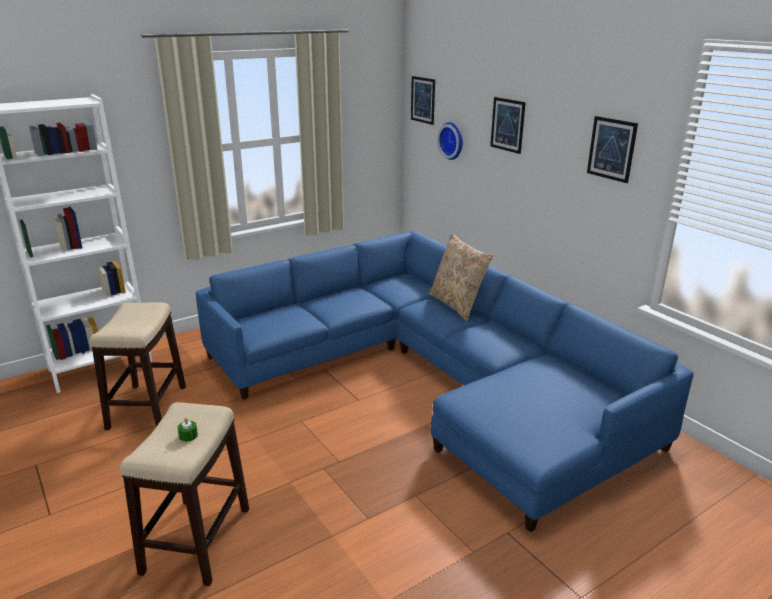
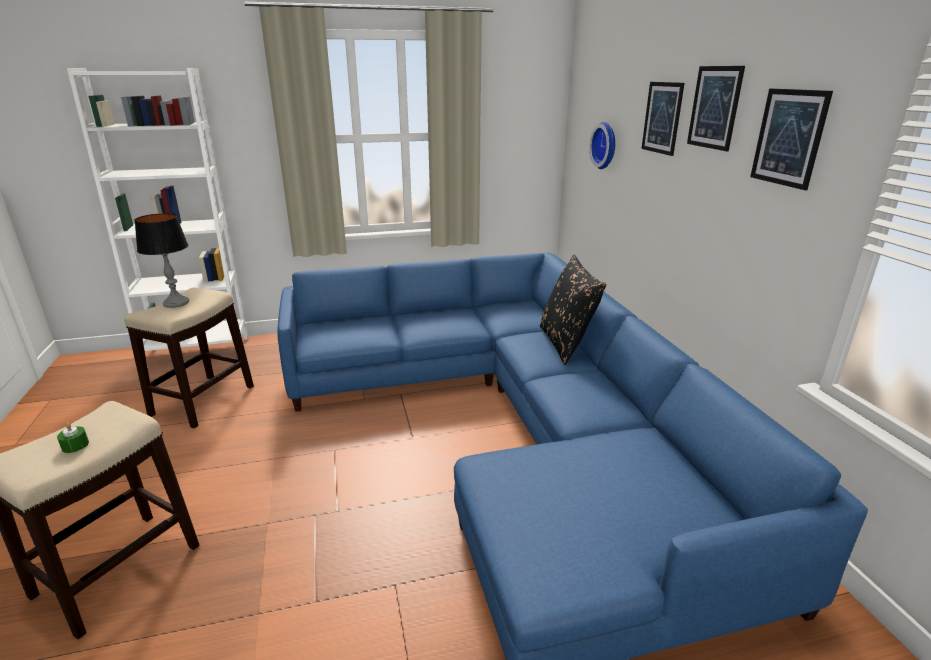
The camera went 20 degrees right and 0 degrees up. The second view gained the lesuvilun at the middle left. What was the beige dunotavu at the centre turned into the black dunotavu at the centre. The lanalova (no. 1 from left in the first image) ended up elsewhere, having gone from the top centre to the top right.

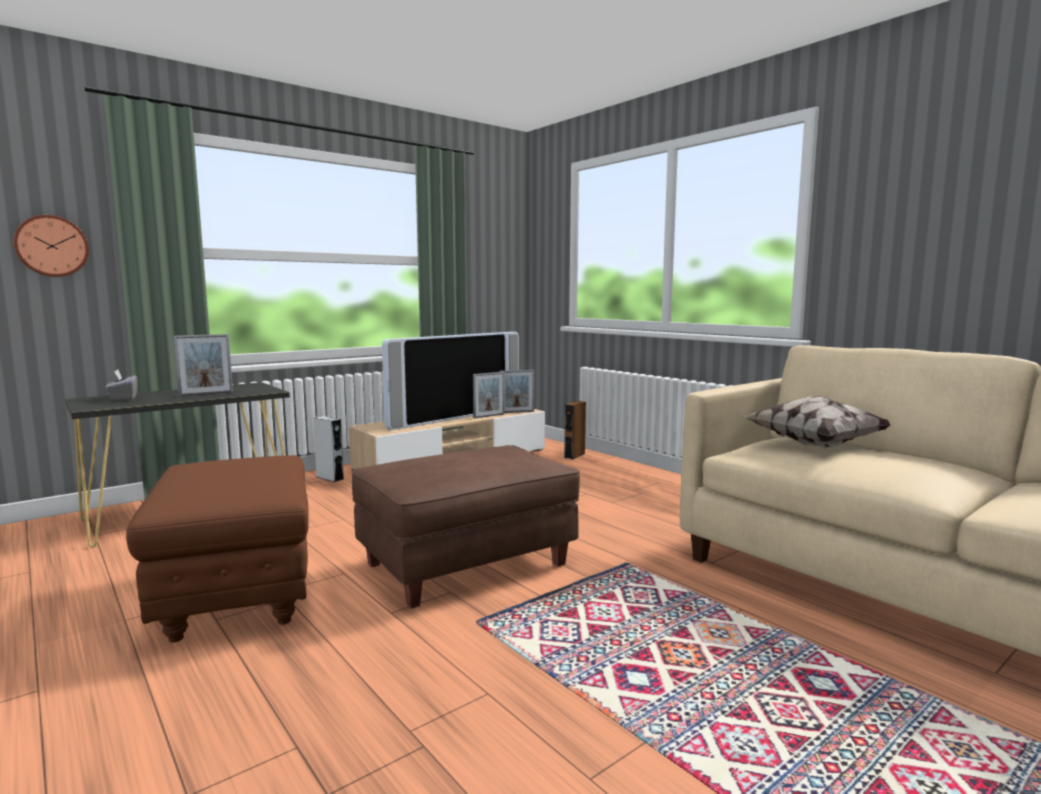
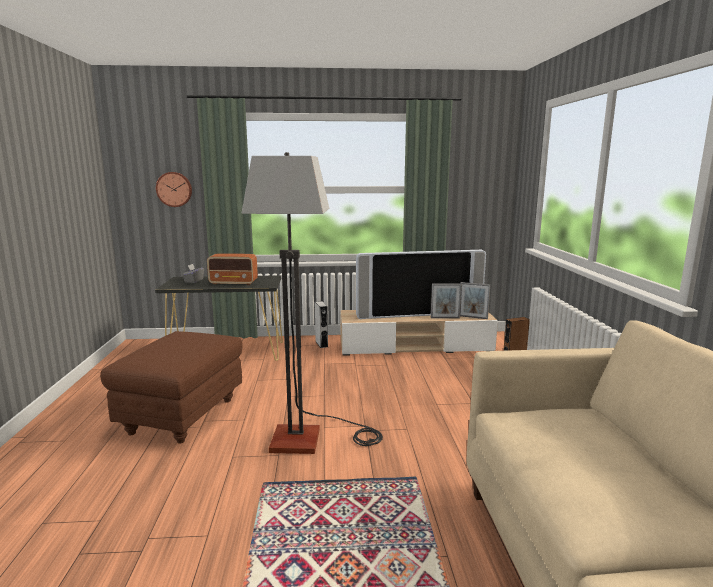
The camera went 35 degrees right and 5 degrees up. Where the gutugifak (no. 1 from left) stood at the middle left, the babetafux came to stand at the middle left. Where the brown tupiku (no. 2 from left) stood at the centre, the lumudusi came to stand at the centre. The second view lost the dunotavu at the middle right.

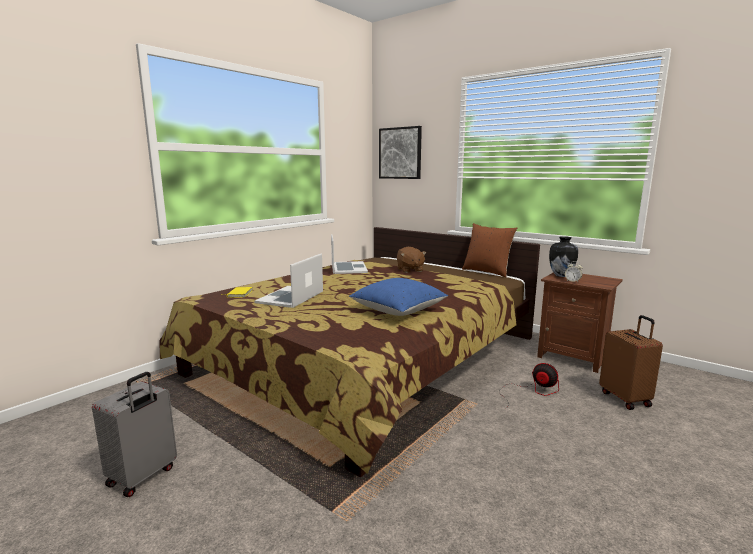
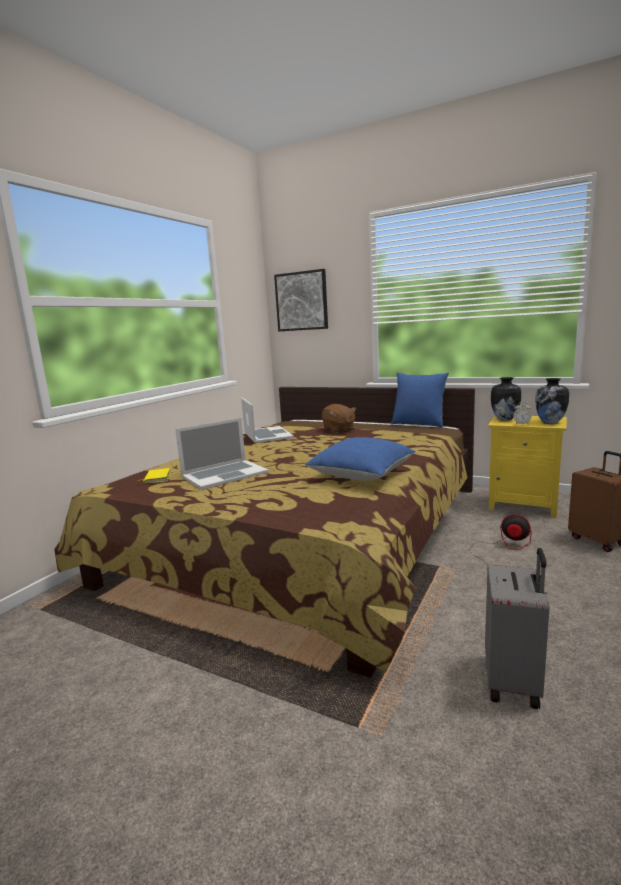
The camera went 10 degrees left and 0 degrees up. The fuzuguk (no. 1 from left) at the centre ended up facing another way, 135 degrees counterclockwise from before. What was the brown dunotavu at the centre turned into the blue dunotavu (no. 2 from left) at the middle right. The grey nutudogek ended up elsewhere, having gone from the bottom left to the bottom right. What was the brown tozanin at the middle right turned into the yellow tozanin at the middle right. The second view gained the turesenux (no. 2 from left) at the middle right.

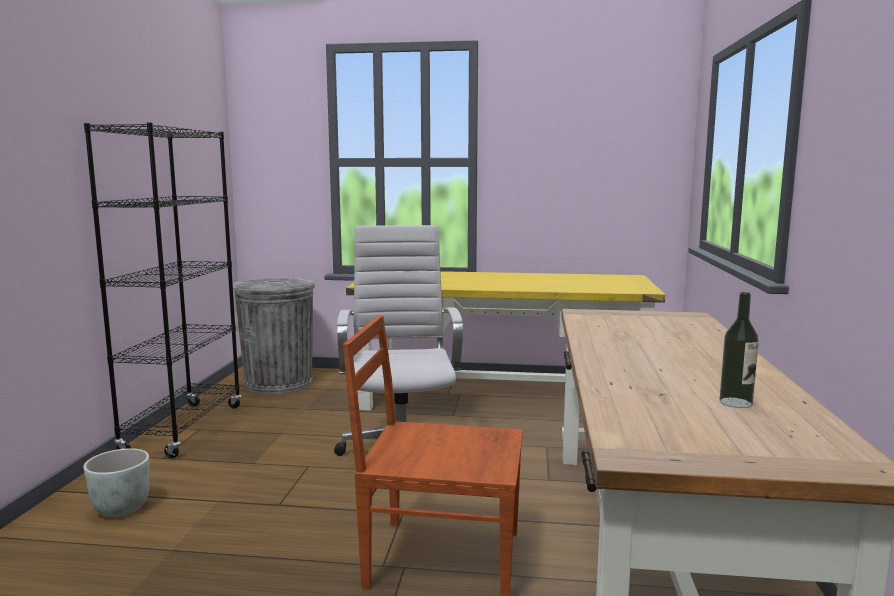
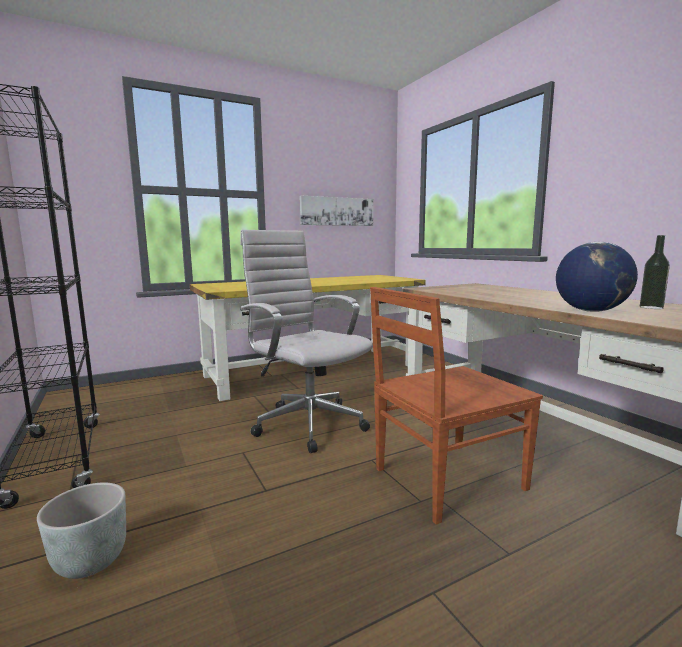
The camera went 35 degrees left and 0 degrees up. The second view gained the lanalova at the top centre. The second view gained the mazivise at the middle right. The second view lost the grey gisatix at the middle left.

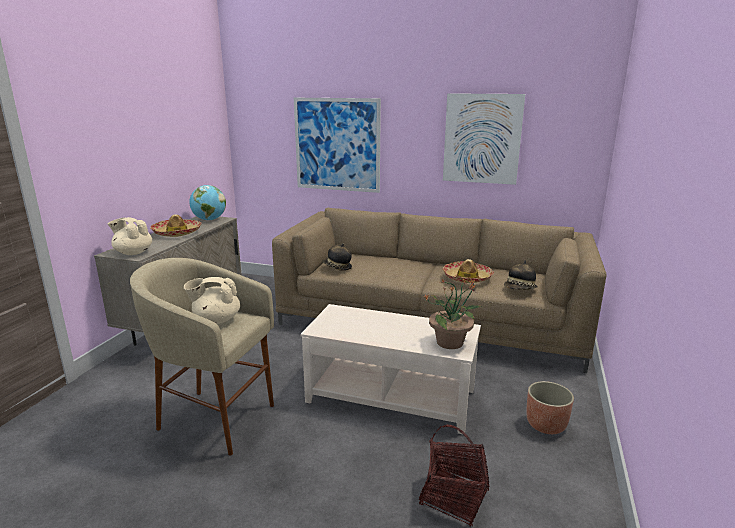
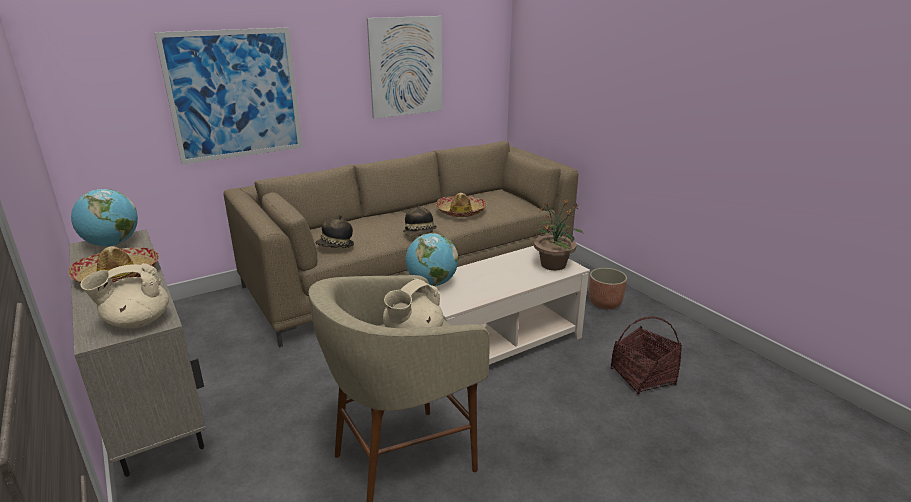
The camera went 50 degrees left and 5 degrees up. The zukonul (no. 4 from left in the first image) ended up elsewhere, having gone from the middle right to the centre. The second view gained the mazivise (no. 2 from left) at the centre.

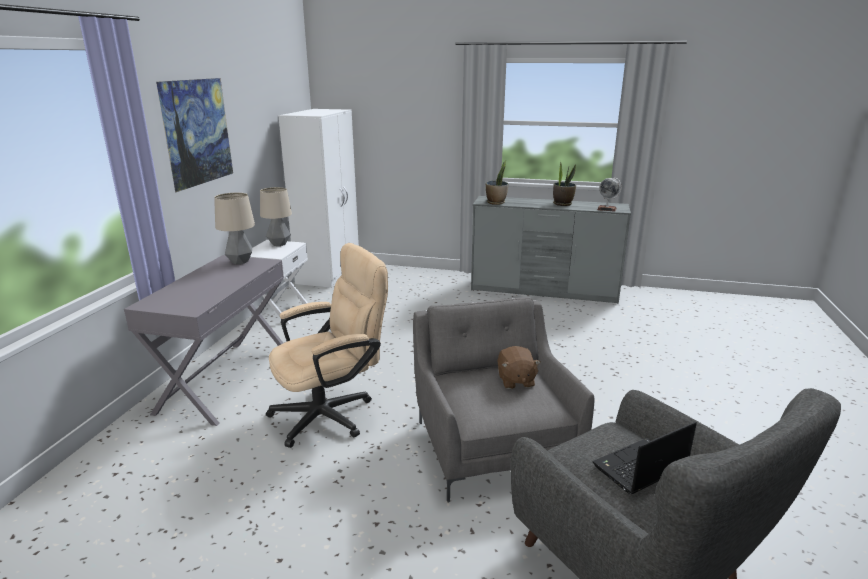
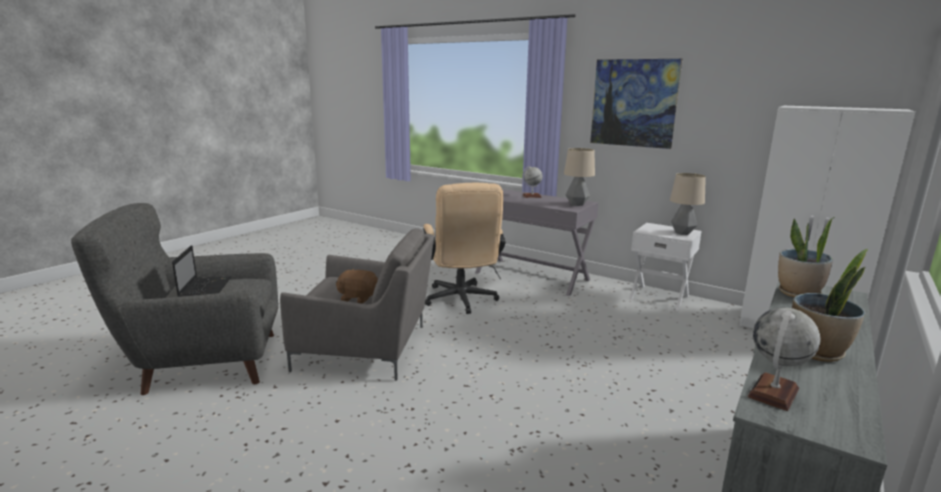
The camera went 110 degrees right and 5 degrees down. The second view gained the mazivise (no. 1 from left) at the centre.

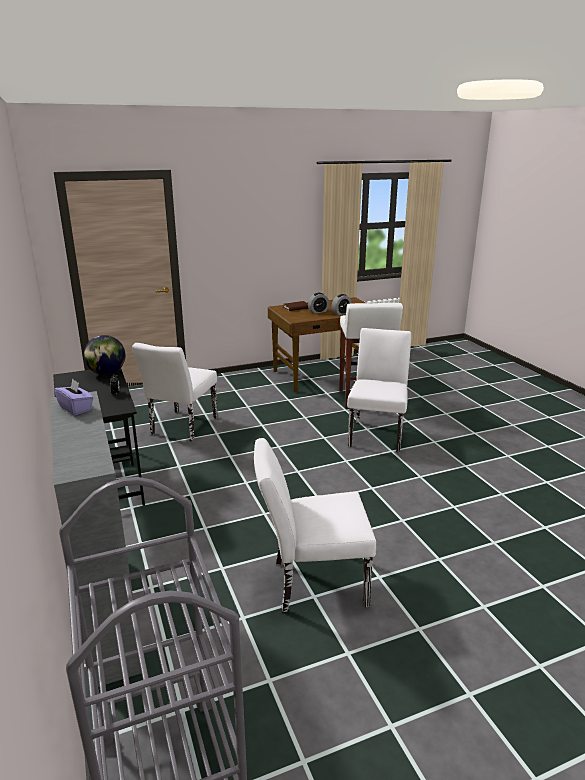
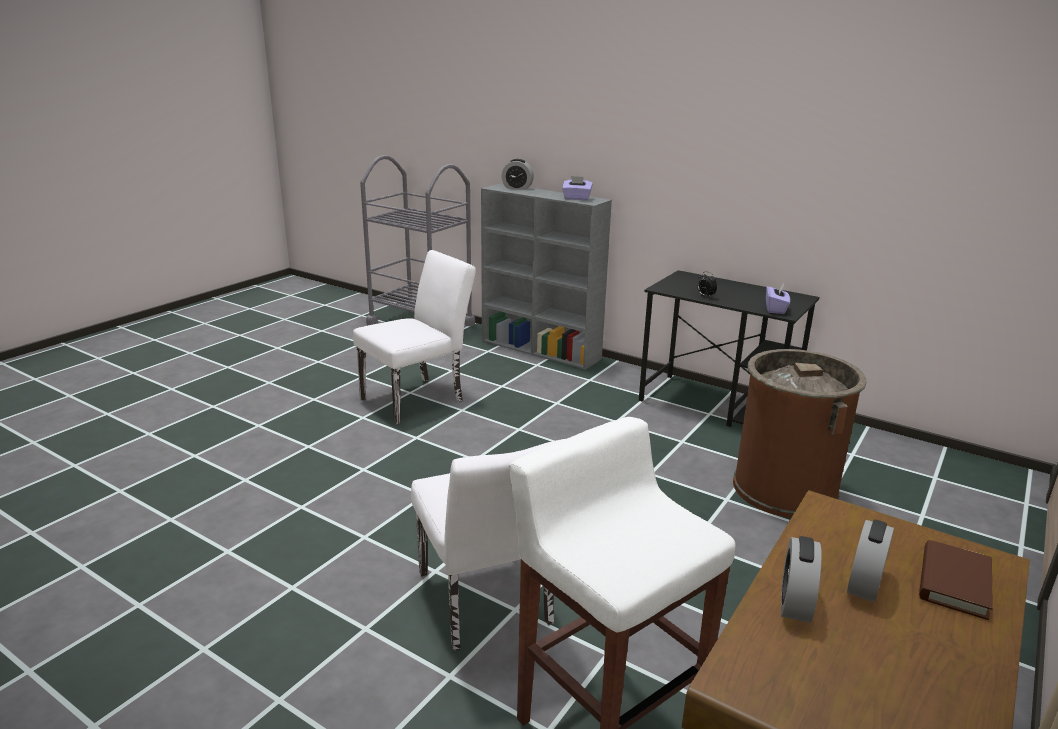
The camera went 145 degrees right and 0 degrees up. The second view gained the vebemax (no. 1 from left) at the top centre. Where the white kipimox (no. 1 from left) stood at the middle left, the brown gisatix came to stand at the middle right. Where the mazivise stood at the middle left, the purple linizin (no. 2 from left) came to stand at the middle right.

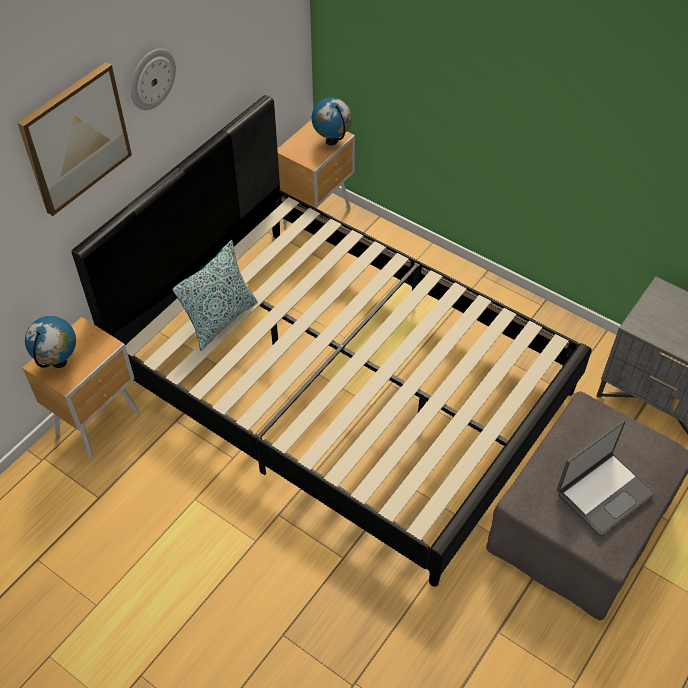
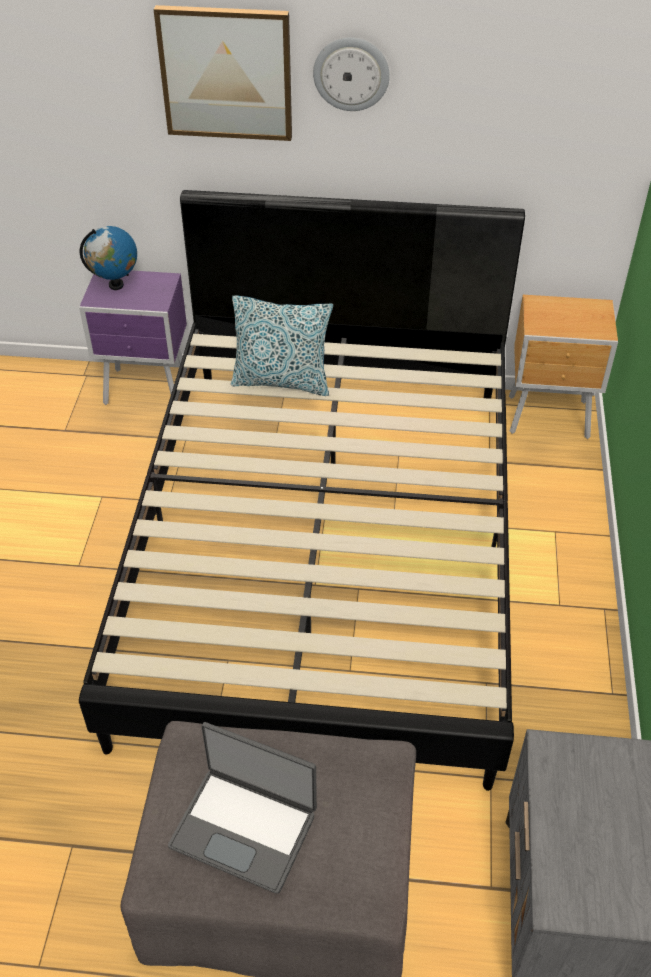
The camera went 60 degrees right and 5 degrees down. What was the brown tozanin (no. 1 from left) at the middle left turned into the purple tozanin at the middle left. The second view lost the mazivise (no. 2 from left) at the top centre.

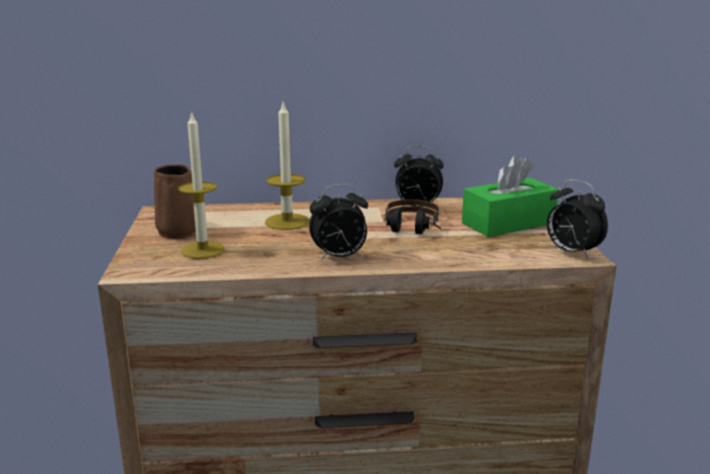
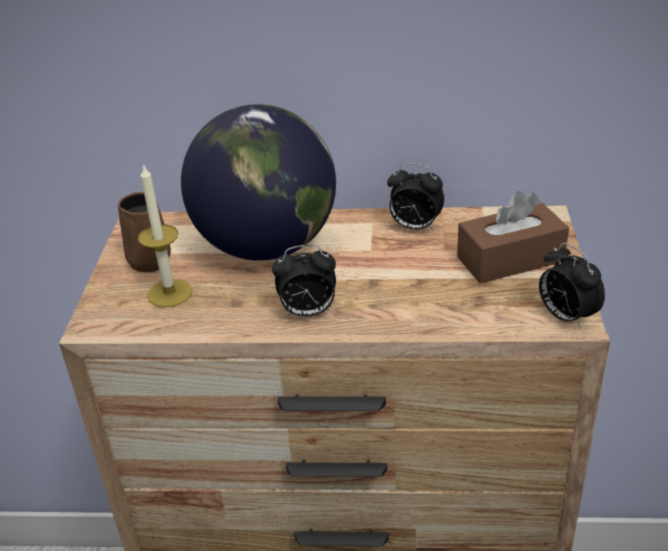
The camera went 10 degrees right and 15 degrees up. Where the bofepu (no. 2 from left) stood at the centre, the mazivise came to stand at the top centre. What was the green linizin at the middle right turned into the brown linizin at the middle right. The second view lost the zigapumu at the centre.

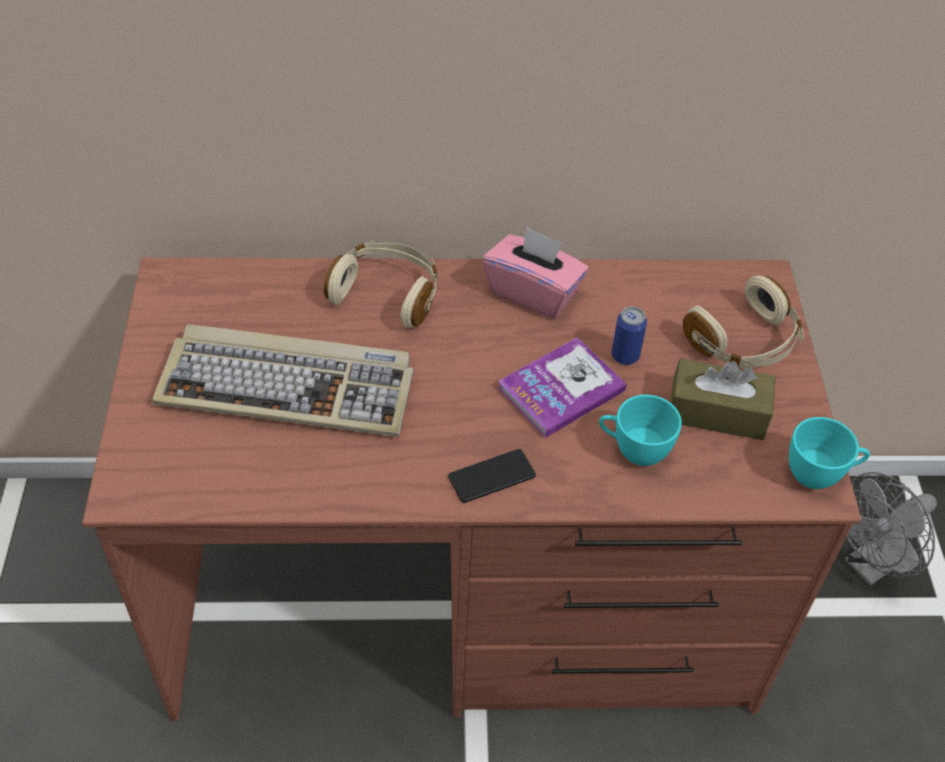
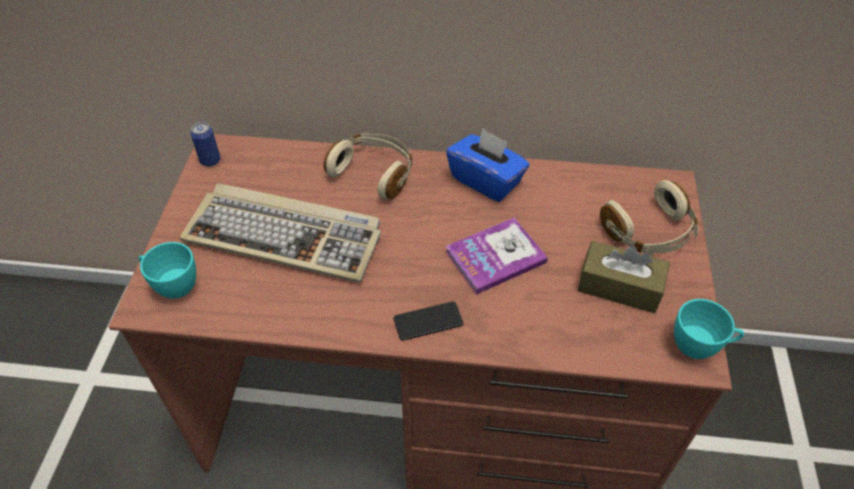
The camera went 10 degrees right and 0 degrees up. The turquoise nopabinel (no. 1 from left) ended up elsewhere, having gone from the middle right to the middle left. The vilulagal ended up elsewhere, having gone from the centre to the top left. What was the pink linizin at the centre turned into the blue linizin at the centre. The second view lost the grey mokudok at the bottom right.

